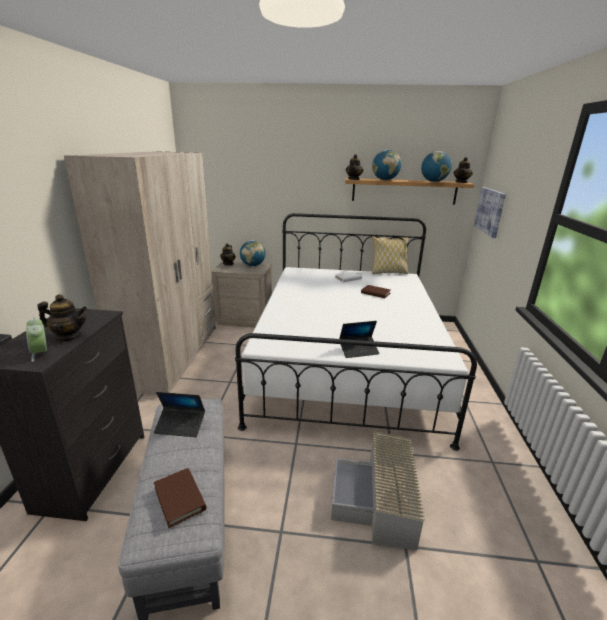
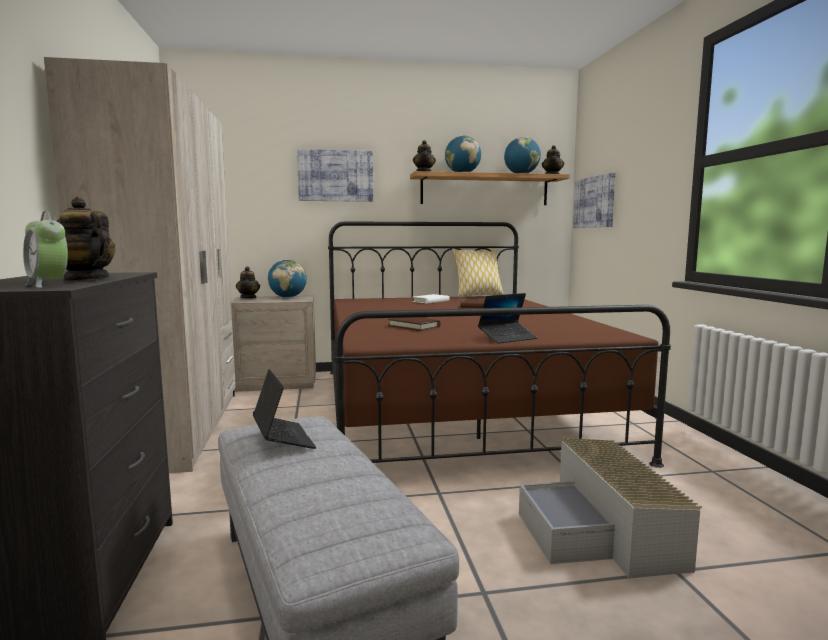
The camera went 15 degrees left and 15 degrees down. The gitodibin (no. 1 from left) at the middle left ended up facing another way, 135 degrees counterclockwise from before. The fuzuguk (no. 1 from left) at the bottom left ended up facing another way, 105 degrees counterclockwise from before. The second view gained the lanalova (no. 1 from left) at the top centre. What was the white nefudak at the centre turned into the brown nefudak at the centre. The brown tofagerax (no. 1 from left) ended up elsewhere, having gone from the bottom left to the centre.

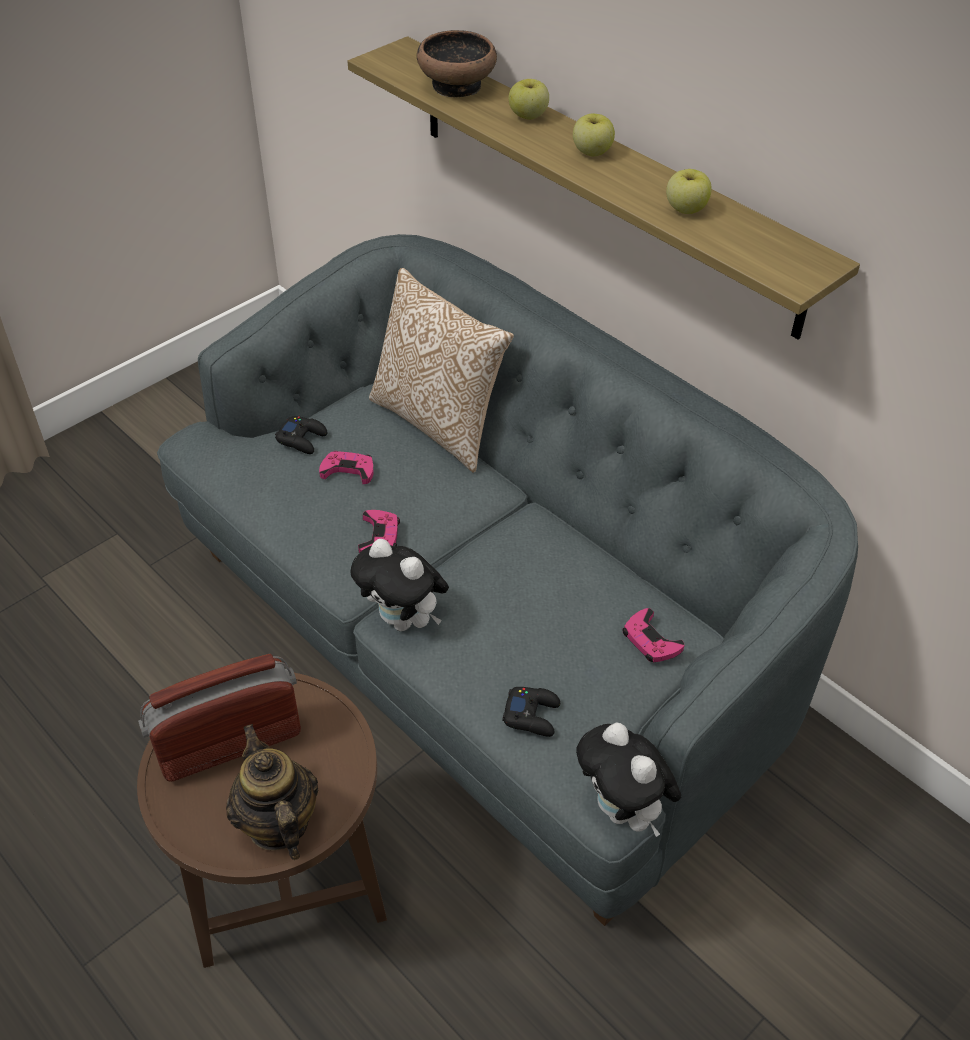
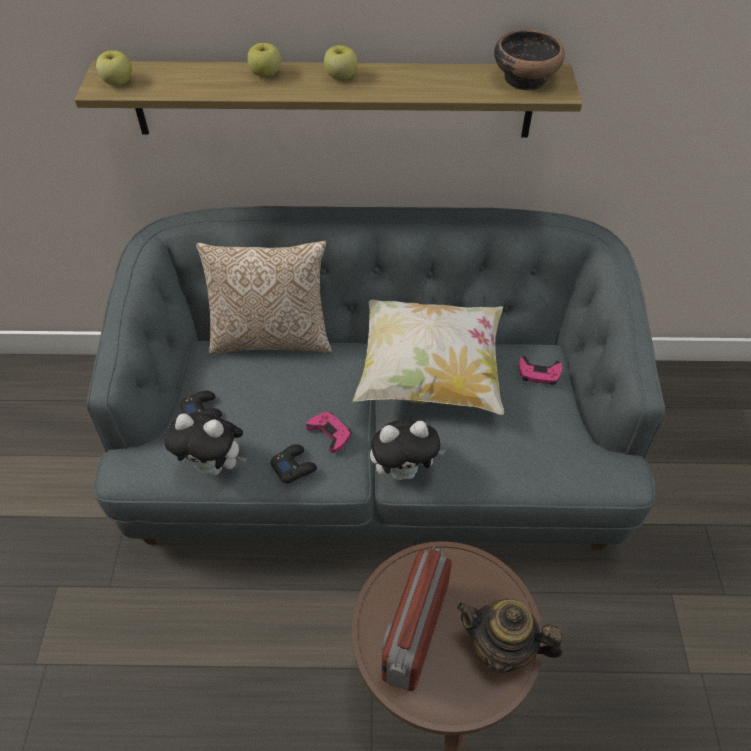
The camera went 45 degrees left and 5 degrees up. The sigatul (no. 3 from left in the first image) ended up elsewhere, having gone from the top right to the top left. The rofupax (no. 2 from left in the first image) ended up elsewhere, having gone from the bottom centre to the middle left. The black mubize (no. 2 from left) ended up elsewhere, having gone from the bottom centre to the centre. The second view gained the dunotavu (no. 2 from left) at the centre. The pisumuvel ended up elsewhere, having gone from the top centre to the top right. The second view lost the pink mubize (no. 1 from left) at the centre.

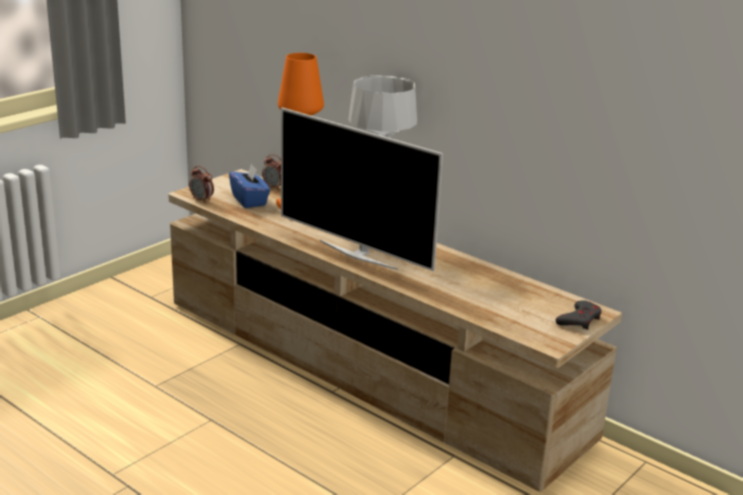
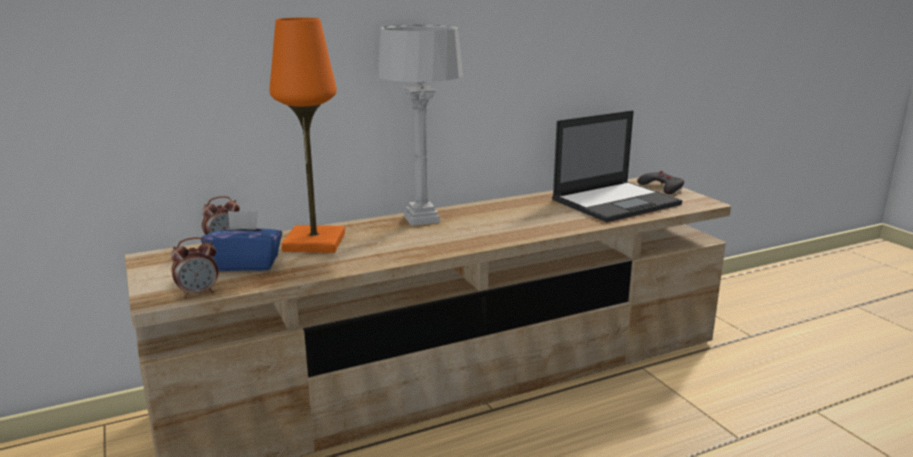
The camera went 65 degrees left and 5 degrees down. The second view gained the fuzuguk at the middle right. The second view lost the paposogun at the centre.

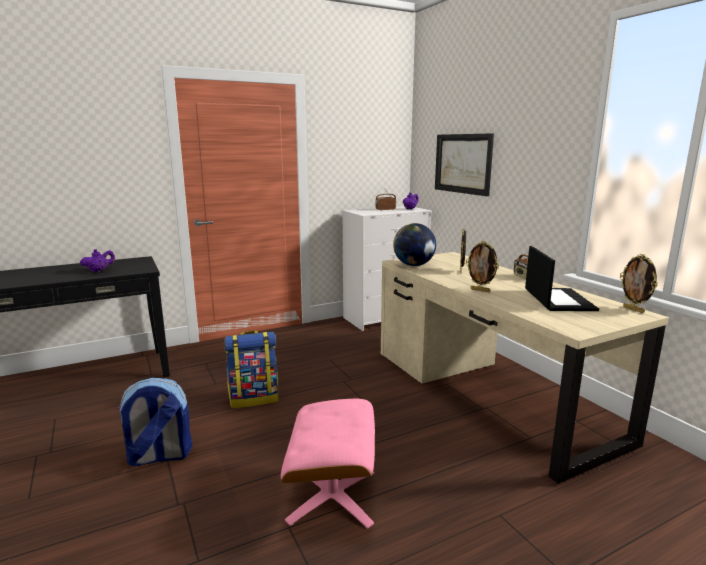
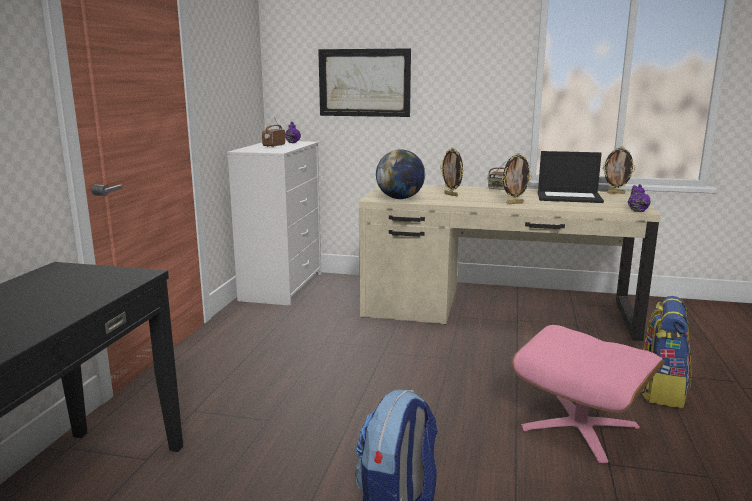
The camera went 50 degrees left and 0 degrees up. The fuzuguk at the middle right ended up facing another way, 150 degrees clockwise from before. The purple gitodibin (no. 1 from left in the first image) ended up elsewhere, having gone from the middle left to the middle right. The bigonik (no. 2 from left) ended up elsewhere, having gone from the centre to the bottom right.

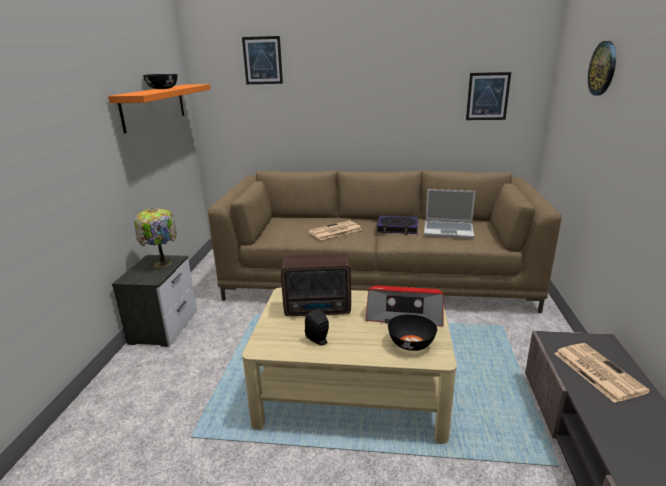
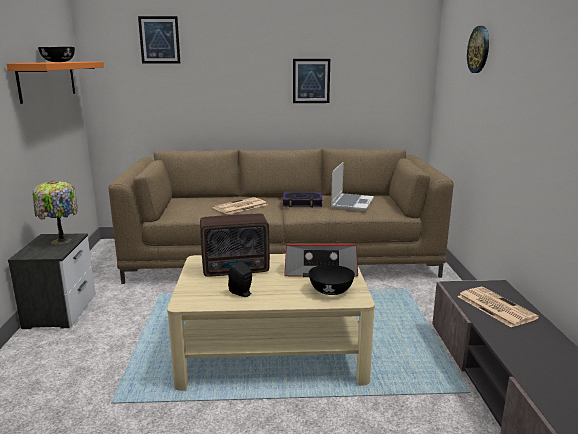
The camera went 10 degrees left and 5 degrees down. The lanalova (no. 2 from left) ended up elsewhere, having gone from the top right to the top centre. The fuzuguk at the middle right ended up facing another way, 75 degrees counterclockwise from before.

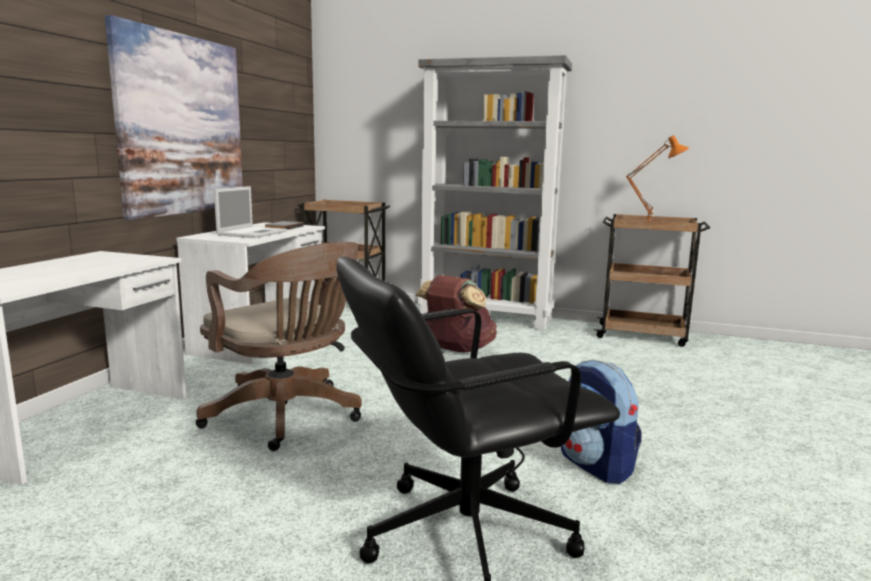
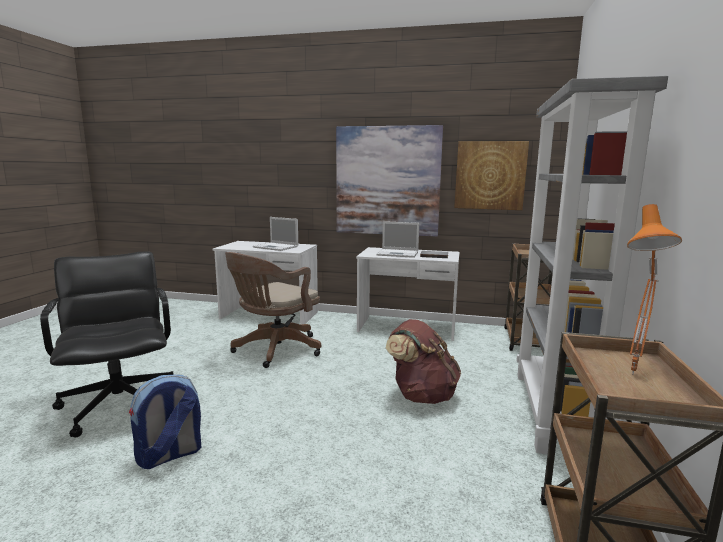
The camera went 85 degrees right and 0 degrees up. The second view gained the fuzuguk (no. 1 from left) at the centre. The second view gained the lanalova (no. 2 from left) at the top right.

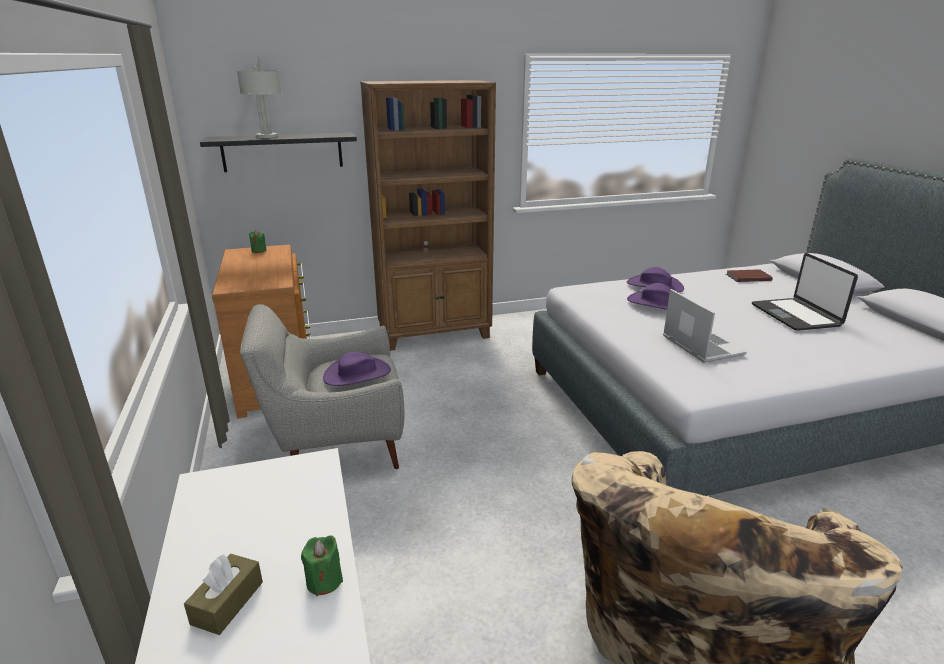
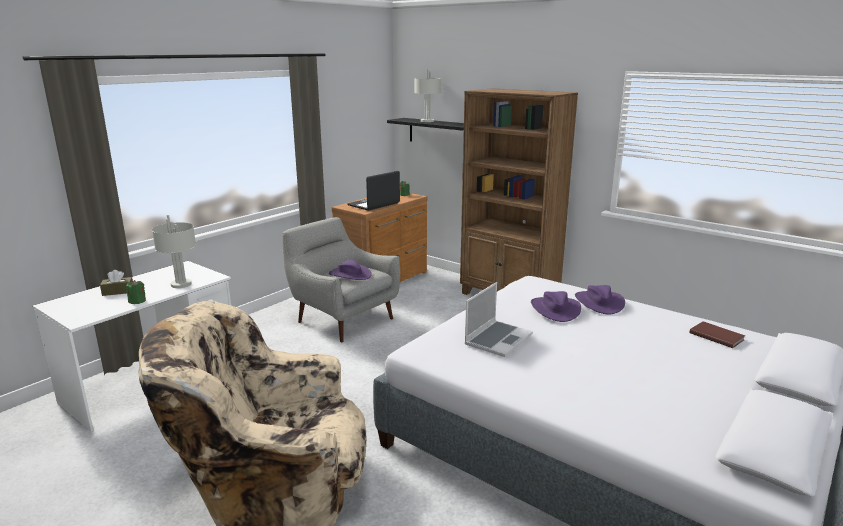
The camera went 55 degrees right and 5 degrees down. The second view gained the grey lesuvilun (no. 1 from left) at the middle left. The fuzuguk (no. 2 from left in the first image) ended up elsewhere, having gone from the middle right to the centre.

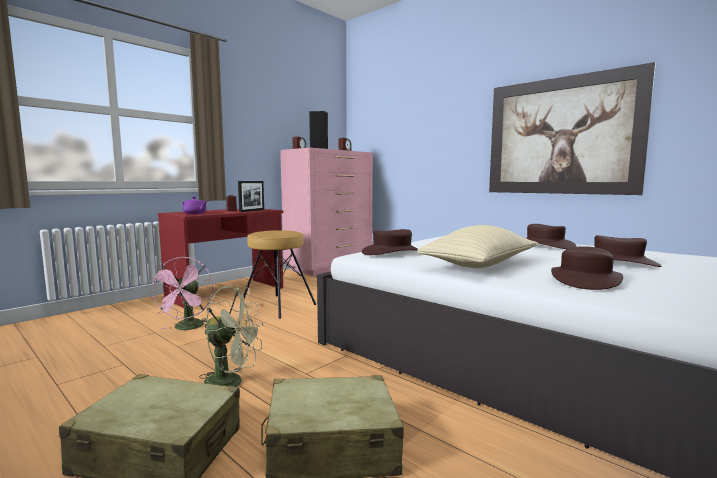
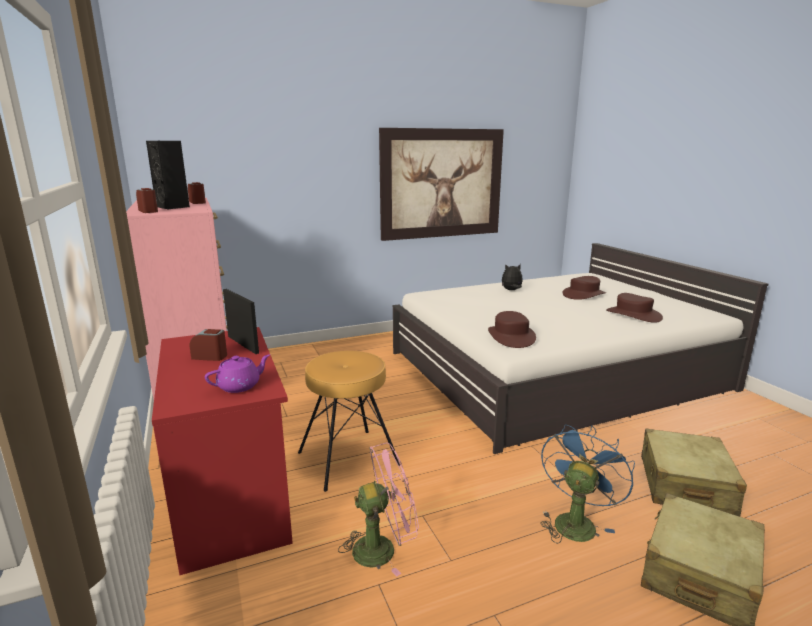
The camera went 65 degrees left and 10 degrees up. The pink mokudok at the middle left ended up facing another way, 45 degrees counterclockwise from before. Where the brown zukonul (no. 2 from left) stood at the middle right, the rofupax came to stand at the centre. What was the green mokudok at the bottom left turned into the blue mokudok at the bottom right. The second view lost the beige dunotavu at the centre.

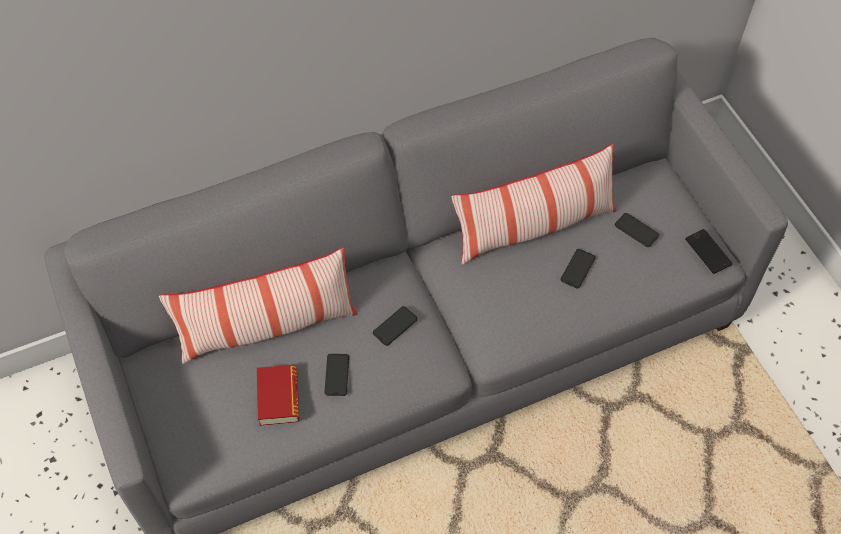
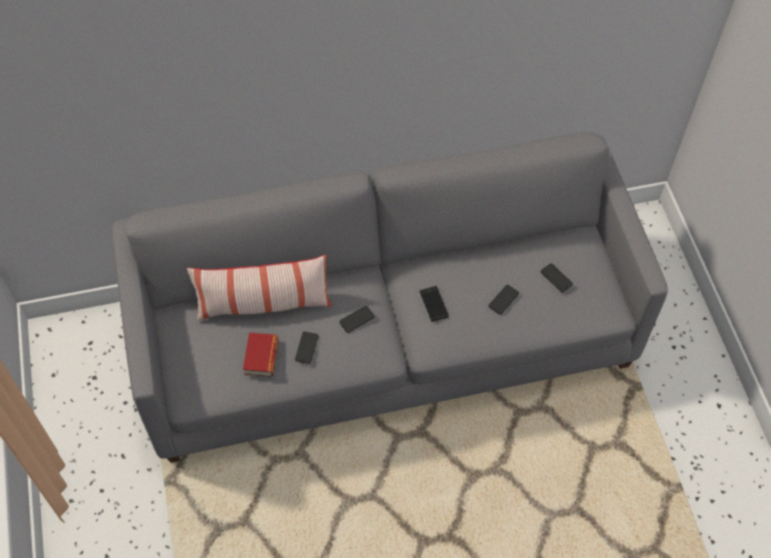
The camera went 10 degrees right and 0 degrees up. The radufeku (no. 5 from left in the first image) ended up elsewhere, having gone from the middle right to the centre. The second view lost the dunotavu (no. 2 from left) at the centre.

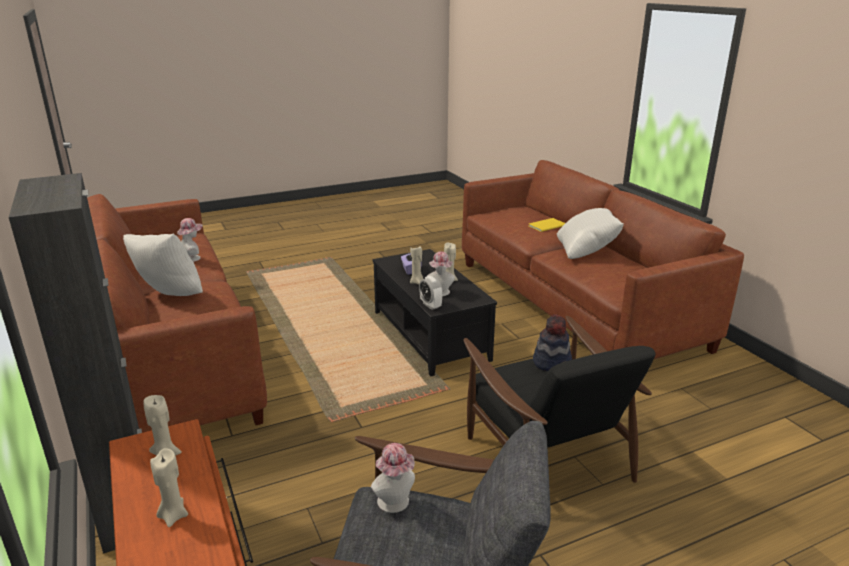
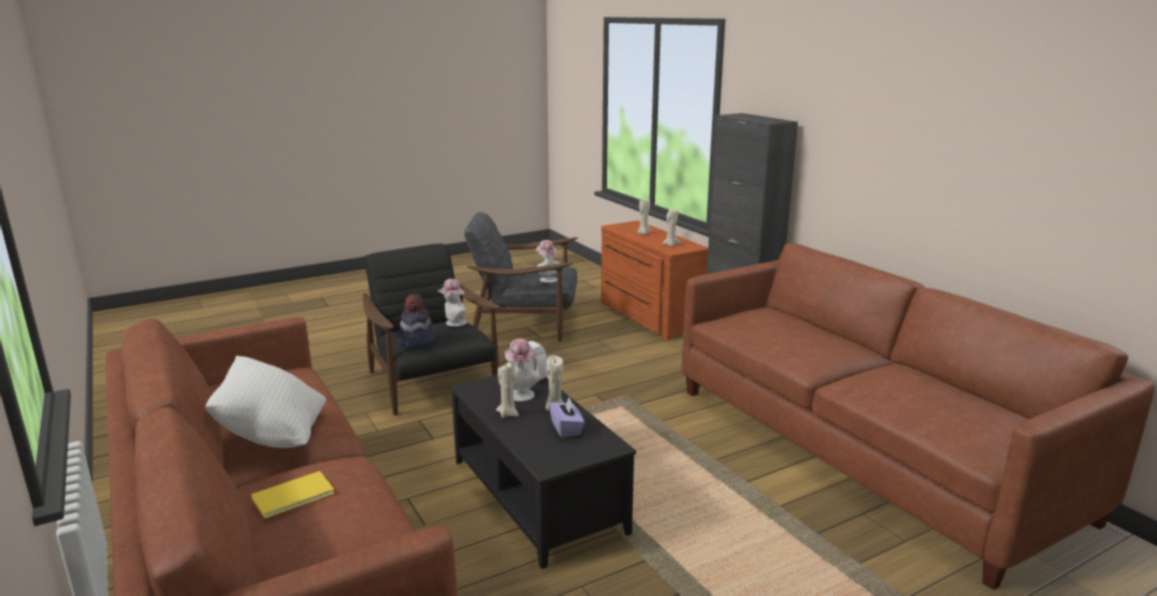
The camera went 175 degrees right and 5 degrees down. The zukonul (no. 1 from left in the first image) ended up elsewhere, having gone from the middle left to the centre. The second view lost the white dunotavu (no. 1 from left) at the middle left.

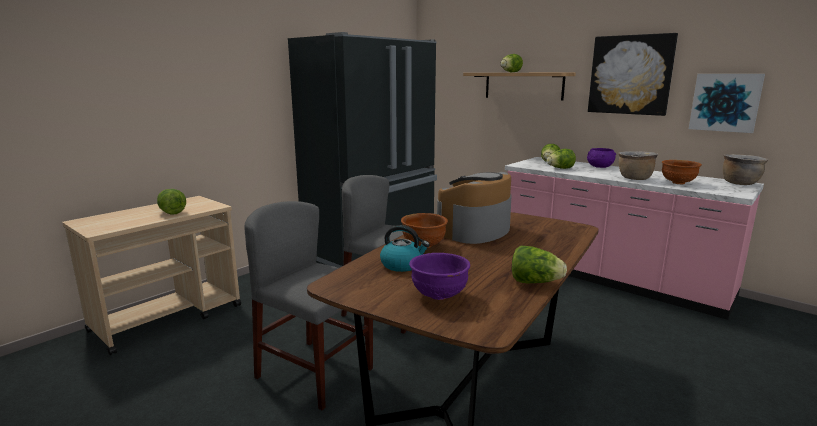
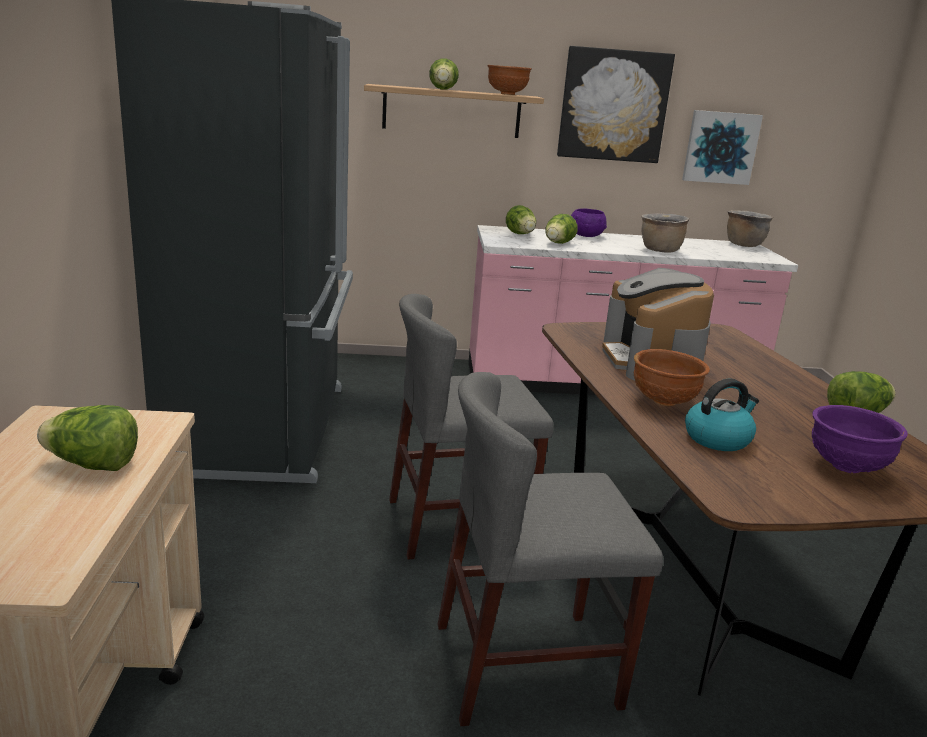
The camera went 45 degrees left and 5 degrees up. The brown pisumuvel (no. 2 from left in the first image) ended up elsewhere, having gone from the middle right to the top centre.

